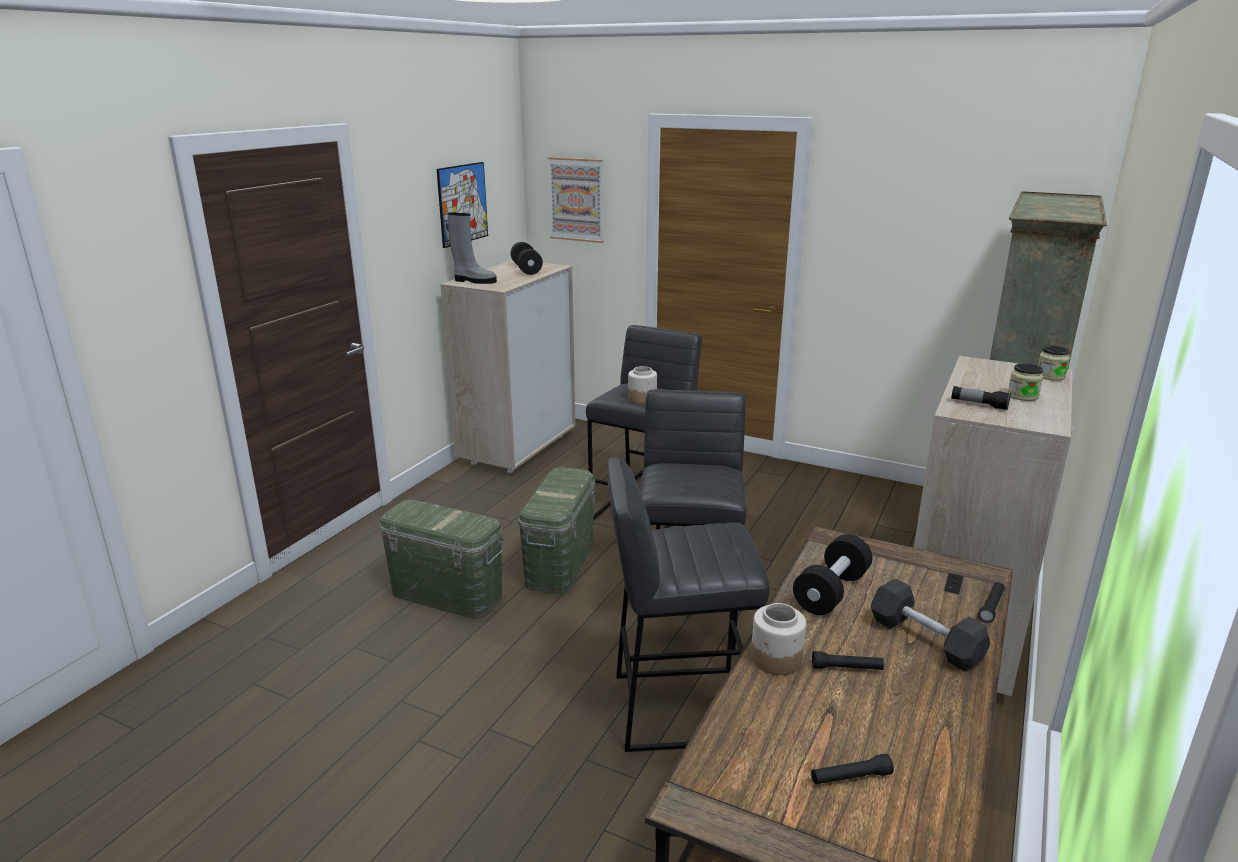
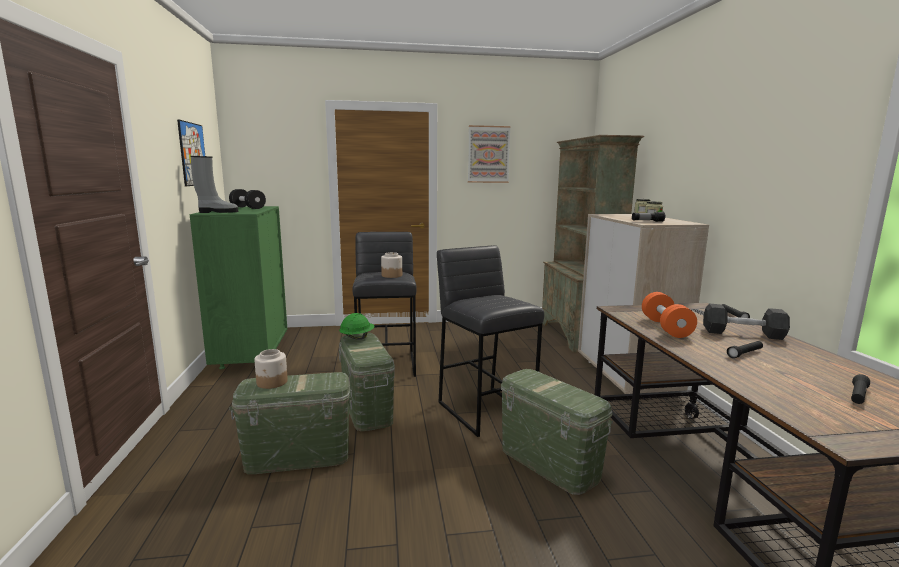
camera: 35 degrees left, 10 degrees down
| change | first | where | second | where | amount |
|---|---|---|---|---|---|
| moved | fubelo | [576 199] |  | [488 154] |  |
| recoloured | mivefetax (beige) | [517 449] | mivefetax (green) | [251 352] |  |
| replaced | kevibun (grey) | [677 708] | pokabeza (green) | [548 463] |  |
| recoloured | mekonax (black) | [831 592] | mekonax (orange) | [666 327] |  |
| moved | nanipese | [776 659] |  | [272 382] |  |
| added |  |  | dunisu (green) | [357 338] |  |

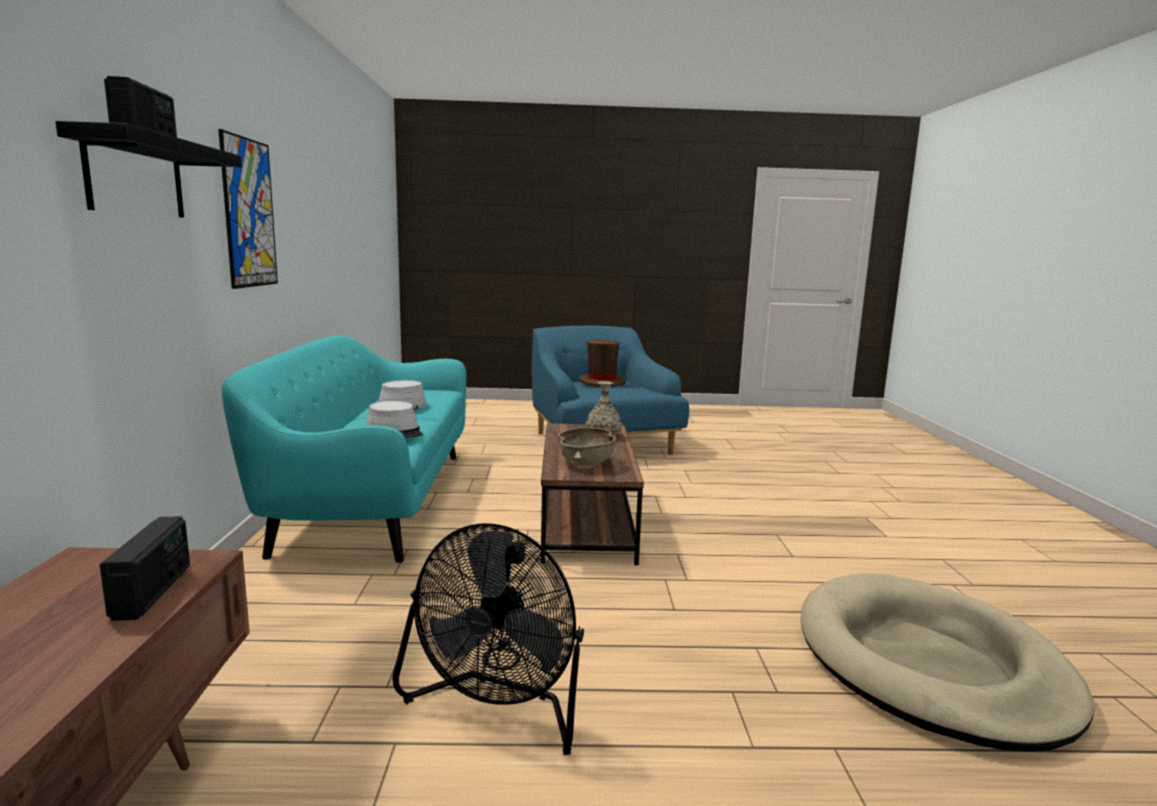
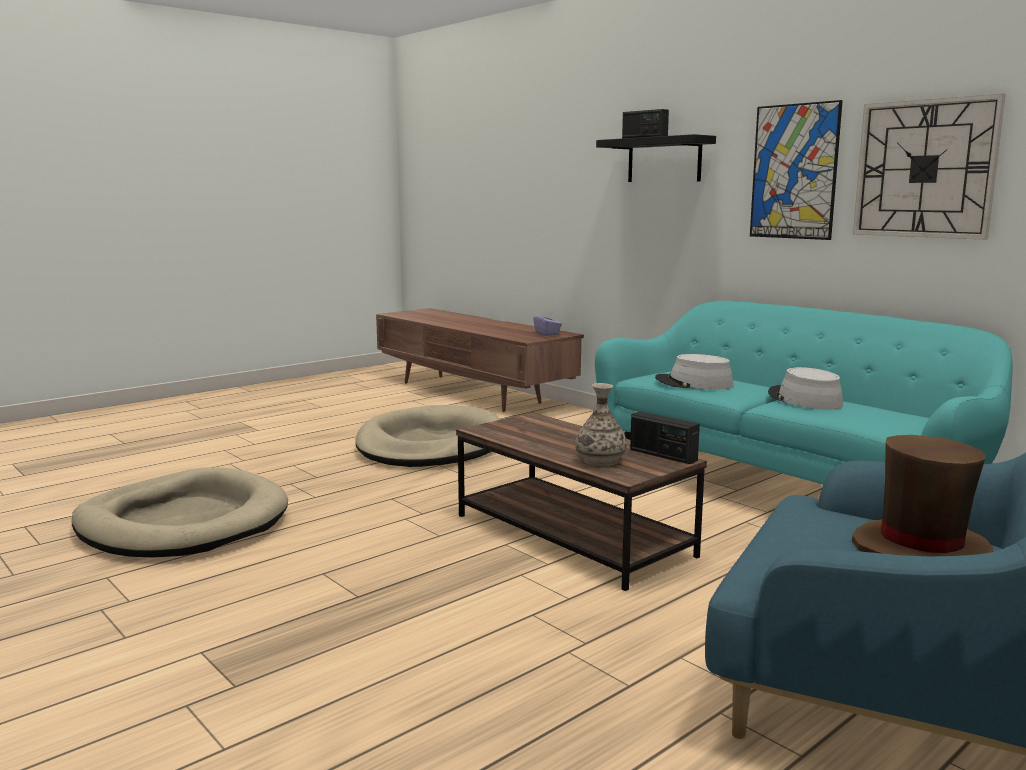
camera: 140 degrees right, 0 degrees up
| change | first | where | second | where | amount |
|---|---|---|---|---|---|
| removed | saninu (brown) | [586 463] |  |  |  |
| moved | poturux | [153 591] |  | [663 455] |  |
| replaced | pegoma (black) | [495 701] | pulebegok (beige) | [431 445] |  |
| added |  |  | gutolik | [925 169] |  |
| added |  |  | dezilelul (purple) | [547 334] |  |

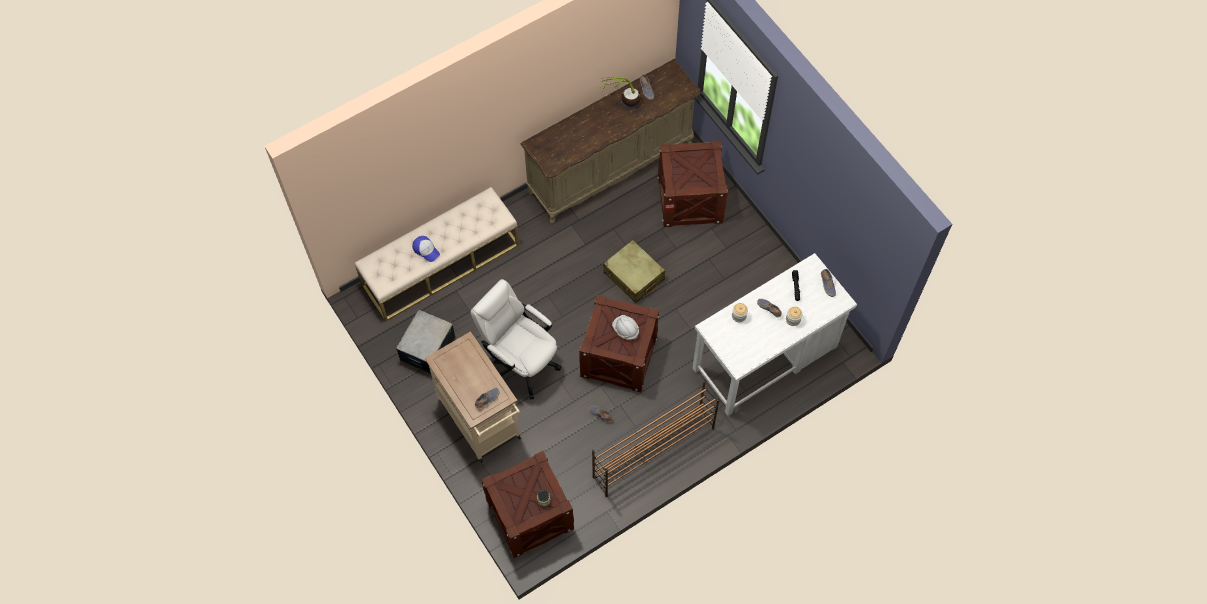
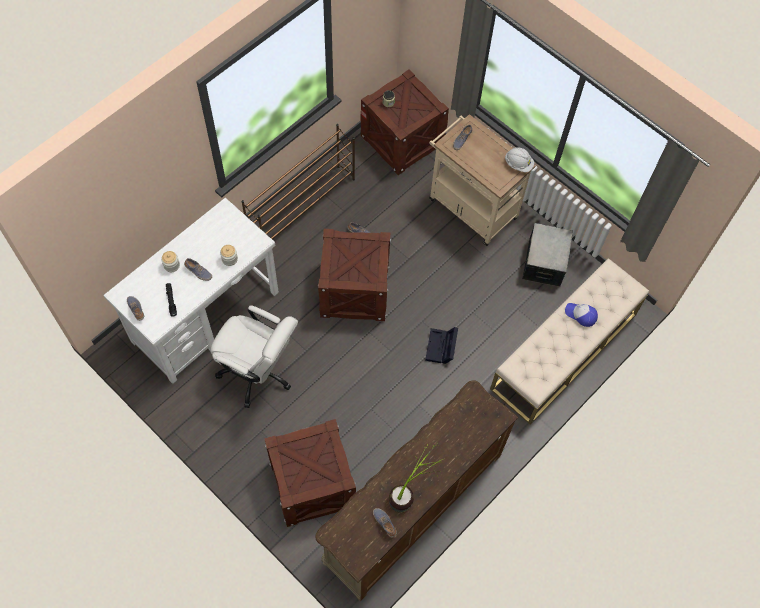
camera: 165 degrees right, 0 degrees up
| change | first | where | second | where | amount |
|---|---|---|---|---|---|
| removed | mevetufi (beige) | [634 276] |  |  |  |
| moved | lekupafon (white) | [520 364] |  | [259 373] |  |
| moved | dunisu (white) | [625 330] |  | [518 164] |  |
| added |  |  | pokabeza (black) | [441 348] |  |

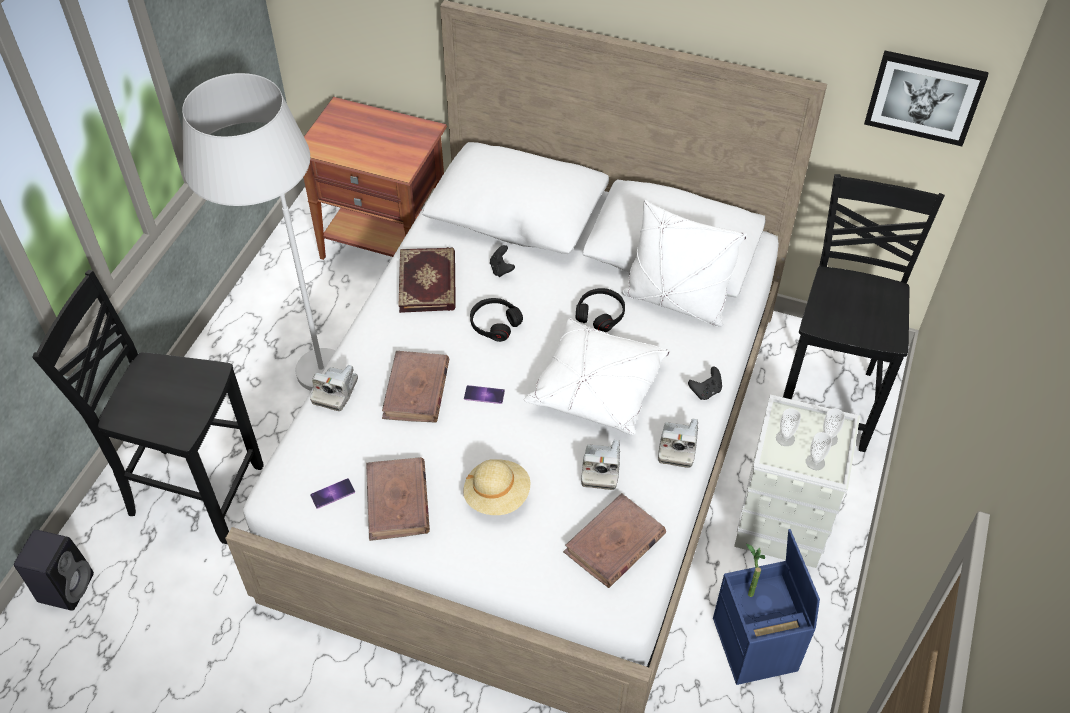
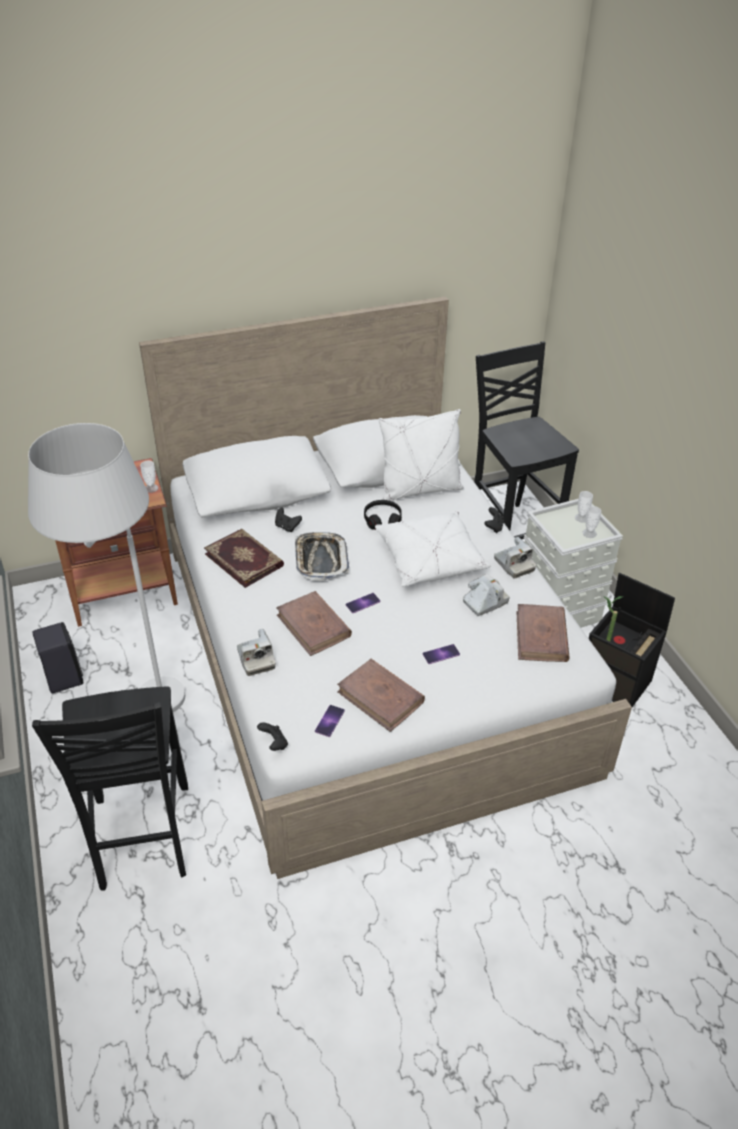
camera: 40 degrees left, 10 degrees down
| change | first | where | second | where | amount |
|---|---|---|---|---|---|
| removed | fubelo | [924 96] |  |  |  |
| turned | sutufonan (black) | [193 491] |  | [141 839] | 75 degrees counterclockwise |
| replaced | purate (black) | [495 324] | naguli | [320 560] |  |
| moved | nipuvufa | [785 438] |  | [151 488] |  |
| turned | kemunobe | [600 469] |  | [485 602] | 90 degrees counterclockwise |
| replaced | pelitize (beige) | [497 496] | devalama | [441 654] |  |
| recoloured | pokabeza (blue) | [756 645] | pokabeza (black) | [616 682] |  |
| moved | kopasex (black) | [66 586] |  | [63 676] |  |
| added |  |  | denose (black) | [274 744] |  |

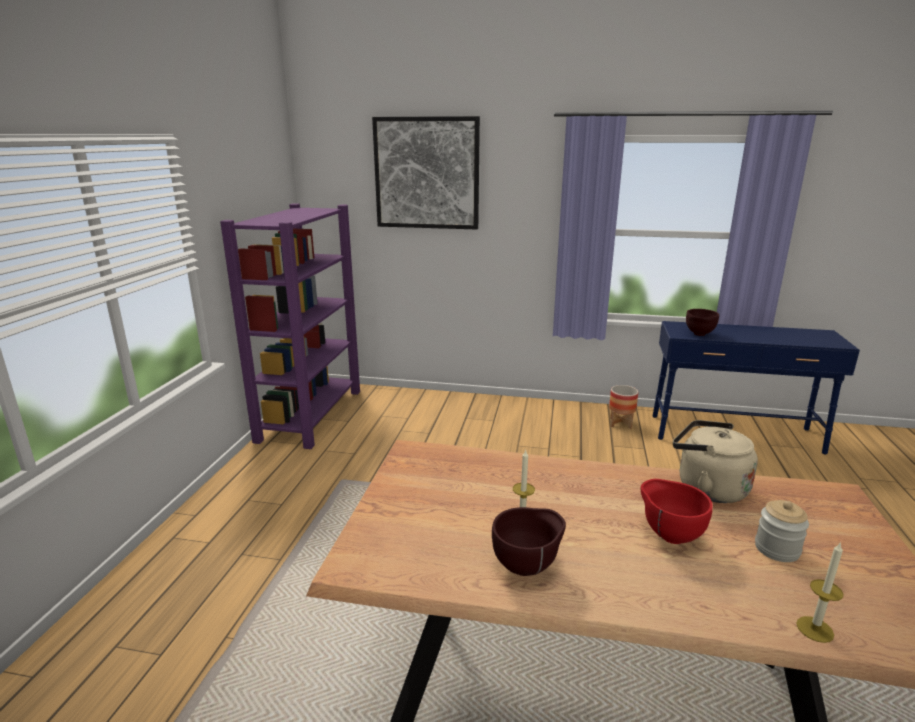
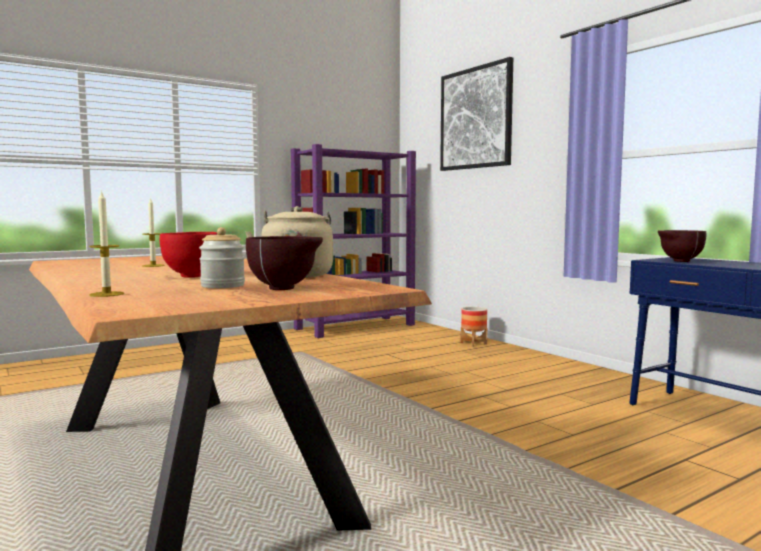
camera: 45 degrees right, 15 degrees down
| change | first | where | second | where | amount |
|---|---|---|---|---|---|
| moved | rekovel | [620 423] |  | [473 343] |  |
| moved | saninu (brown) | [527 567] |  | [285 289] |  |

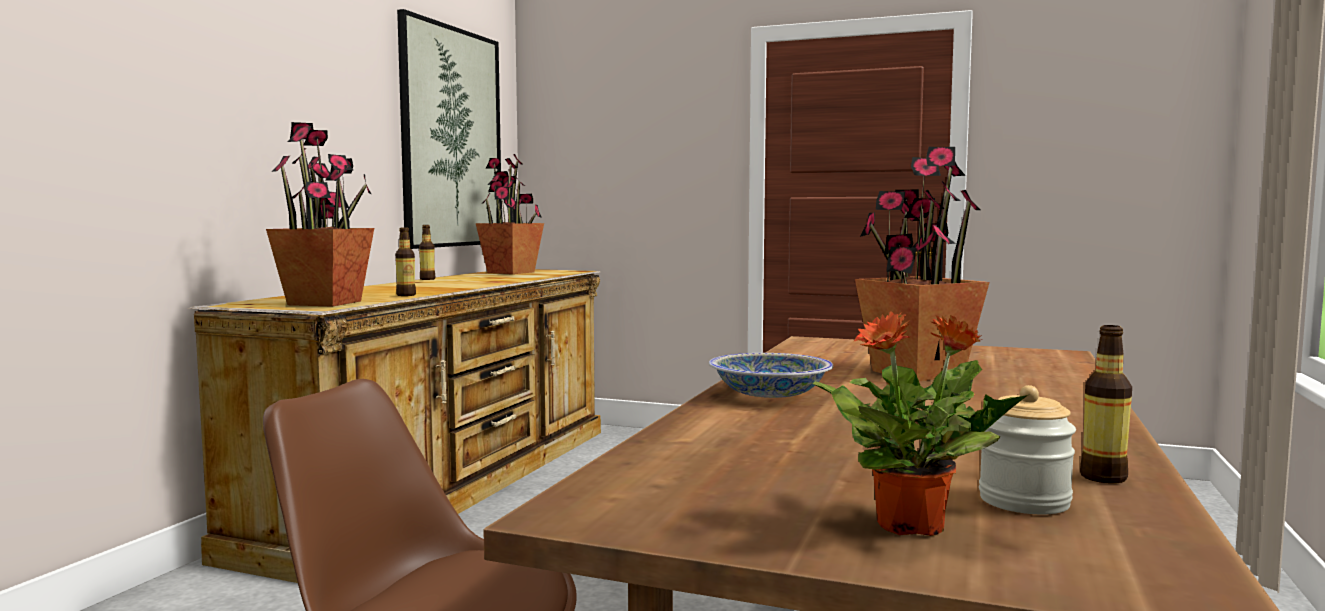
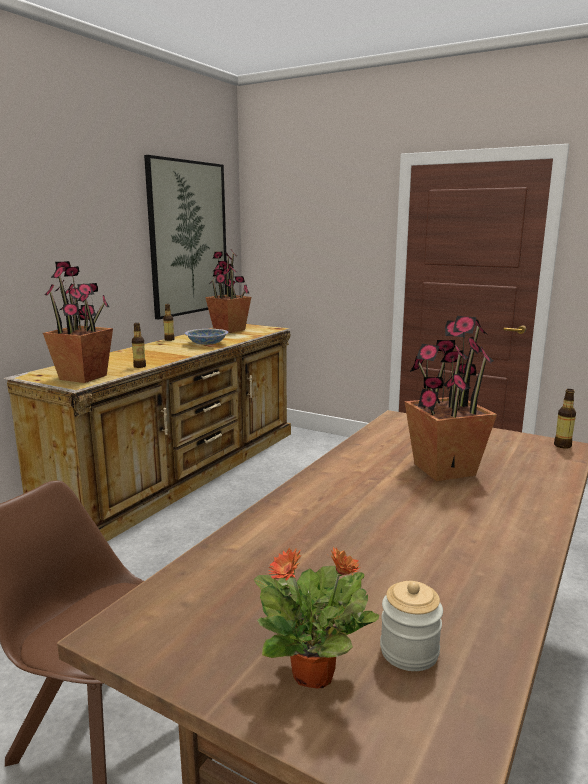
camera: 10 degrees right, 10 degrees up
| change | first | where | second | where | amount |
|---|---|---|---|---|---|
| moved | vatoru | [1103 477] |  | [562 445] |  |
| moved | saninu | [769 395] |  | [207 344] |  |

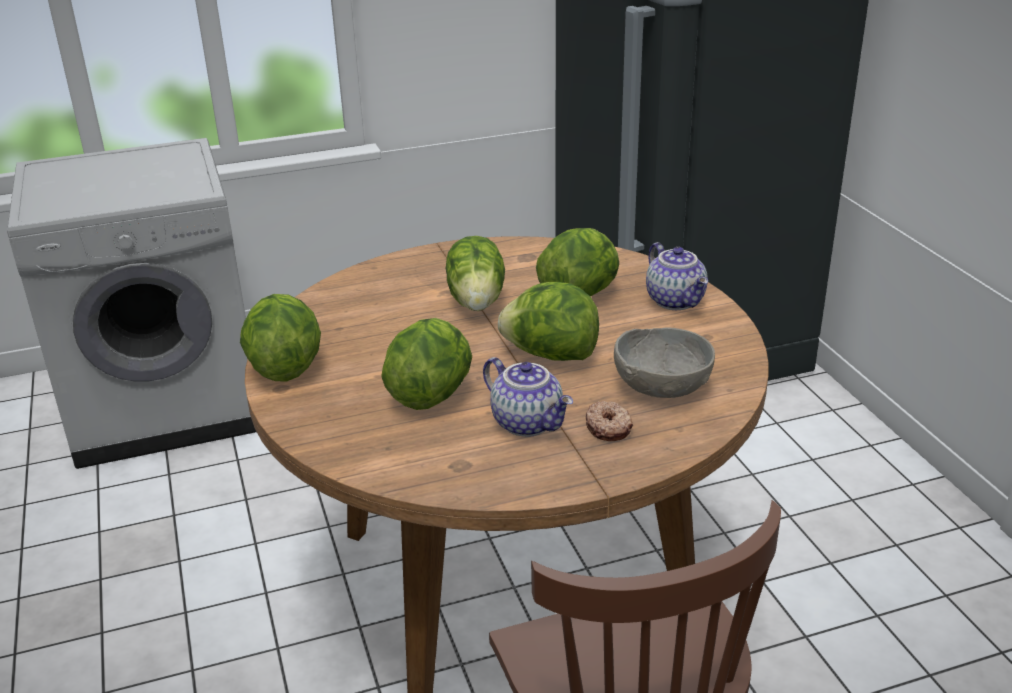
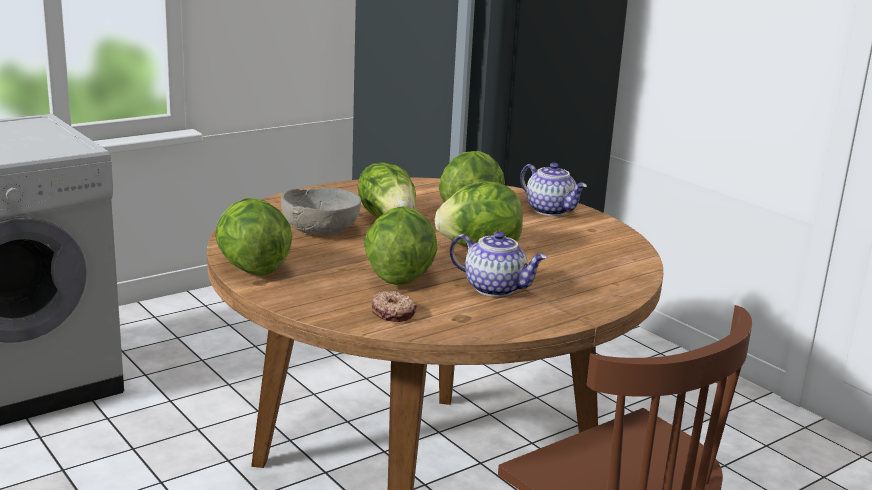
camera: 20 degrees left, 10 degrees down
| change | first | where | second | where | amount |
|---|---|---|---|---|---|
| moved | saninu (grey) | [662 385] |  | [321 230] |  |
| moved | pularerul | [609 427] |  | [393 313] |  |

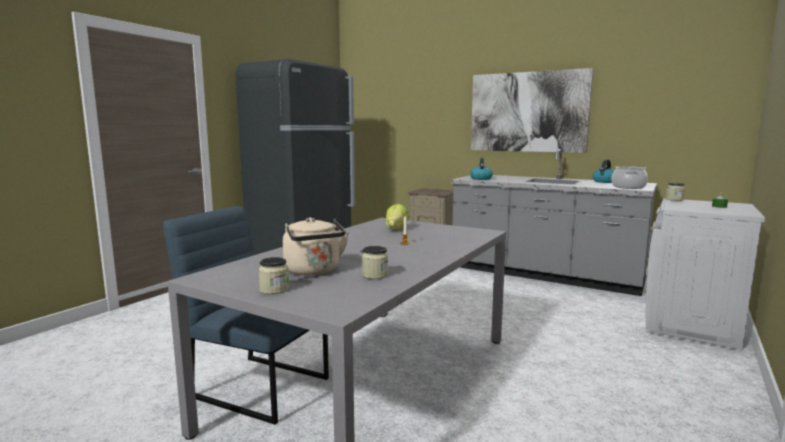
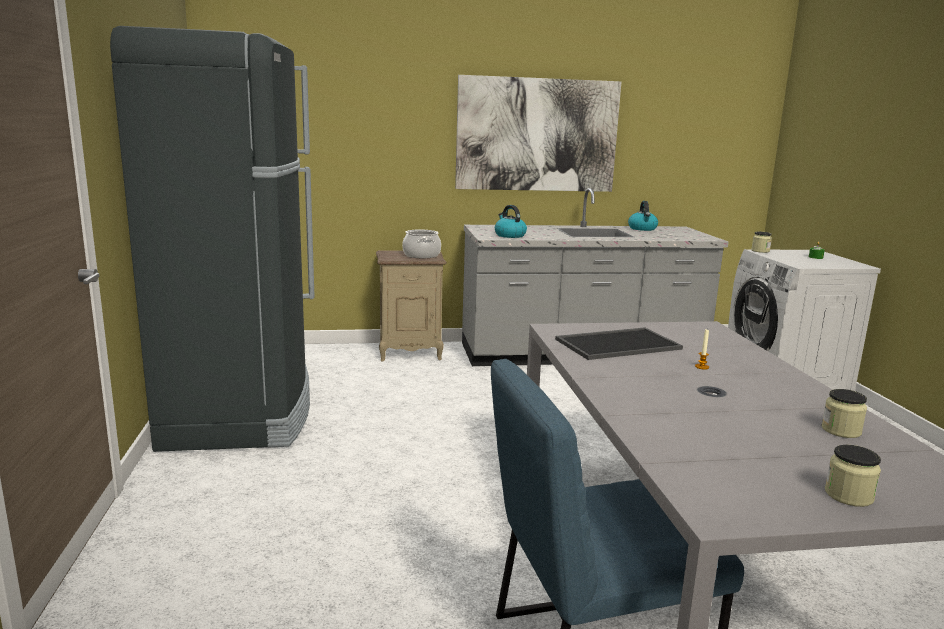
camera: 40 degrees left, 5 degrees up
| change | first | where | second | where | amount |
|---|---|---|---|---|---|
| moved | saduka | [628 187] |  | [422 255] |  |
| replaced | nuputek | [396 229] | naguli | [618 343] |  |
| removed | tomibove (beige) | [314 271] |  |  |  |

